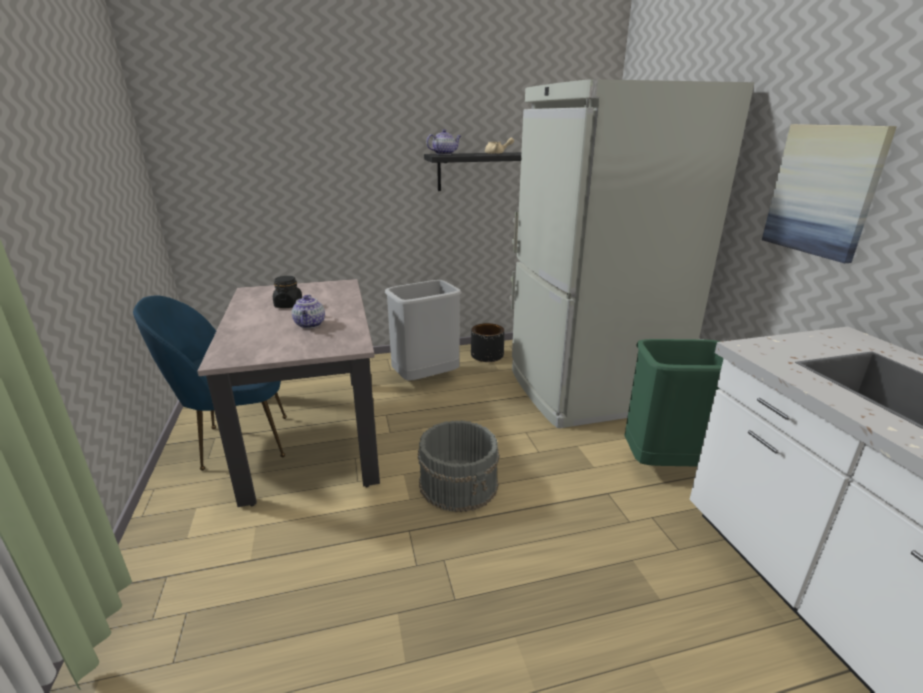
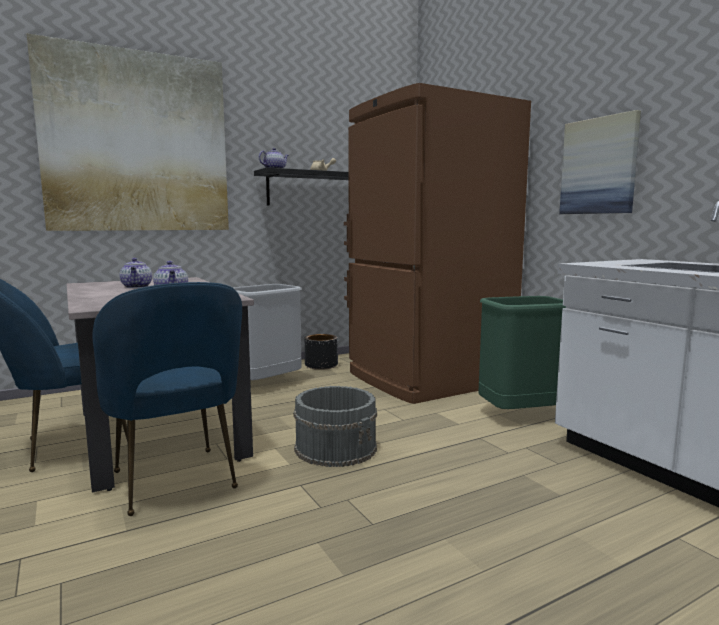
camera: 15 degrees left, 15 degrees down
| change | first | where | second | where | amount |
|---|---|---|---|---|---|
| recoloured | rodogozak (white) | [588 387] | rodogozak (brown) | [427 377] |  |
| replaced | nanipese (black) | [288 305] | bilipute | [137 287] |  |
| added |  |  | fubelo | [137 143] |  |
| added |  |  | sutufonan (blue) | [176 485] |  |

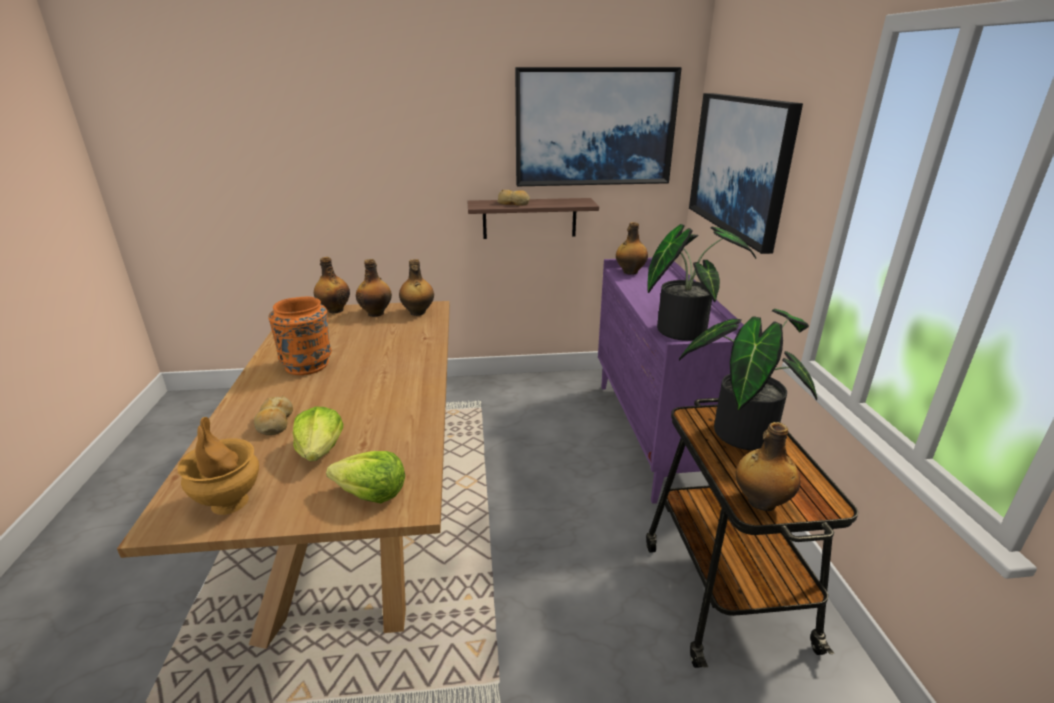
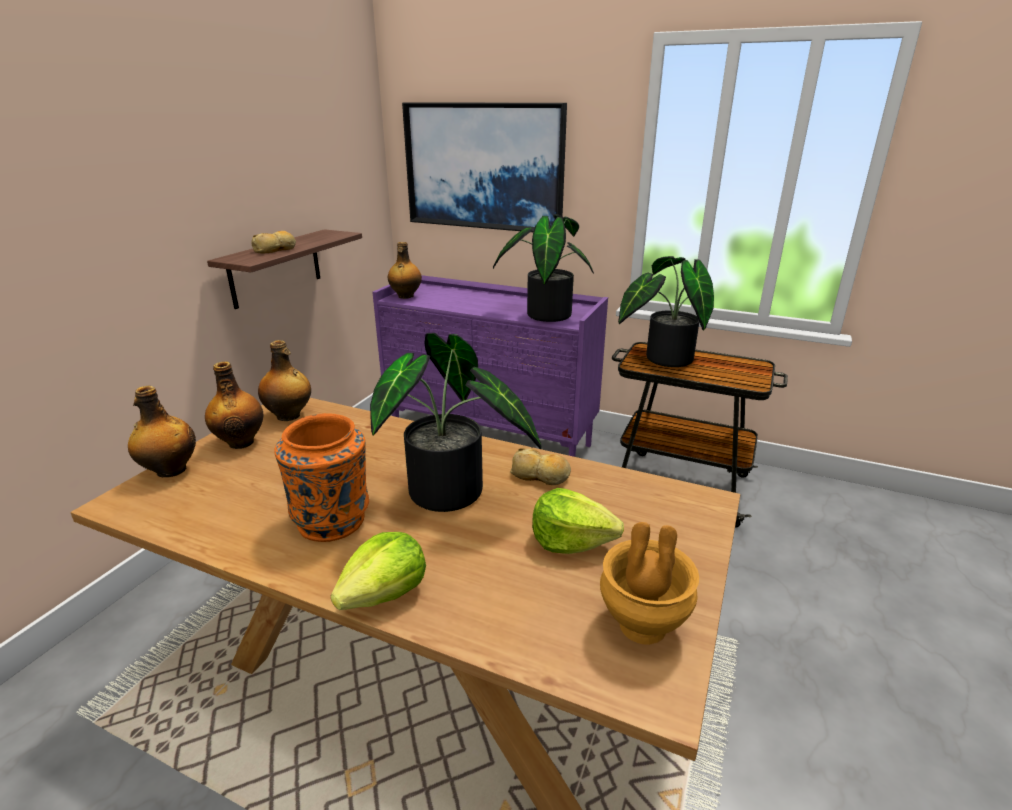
camera: 60 degrees left, 0 degrees up
| change | first | where | second | where | amount |
|---|---|---|---|---|---|
| removed | fubelo | [594 127] |  |  |  |
| moved | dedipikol | [275 423] |  | [540 475] |  |
| removed | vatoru | [760 502] |  |  |  |
| moved | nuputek | [371 493] |  | [385 593] |  |
| added |  |  | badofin | [451 496] |  |

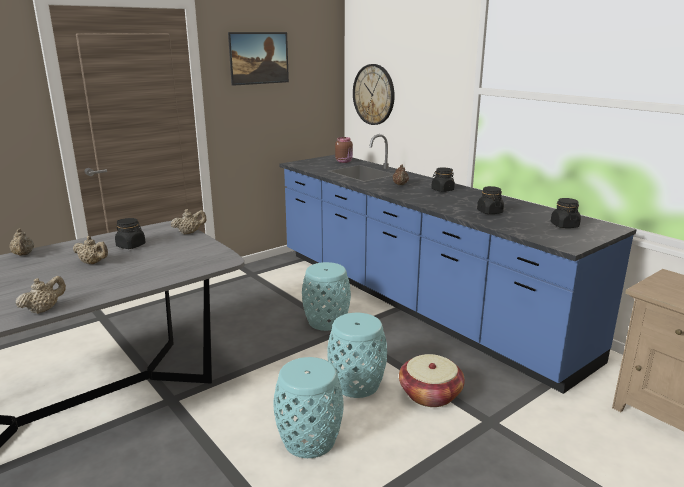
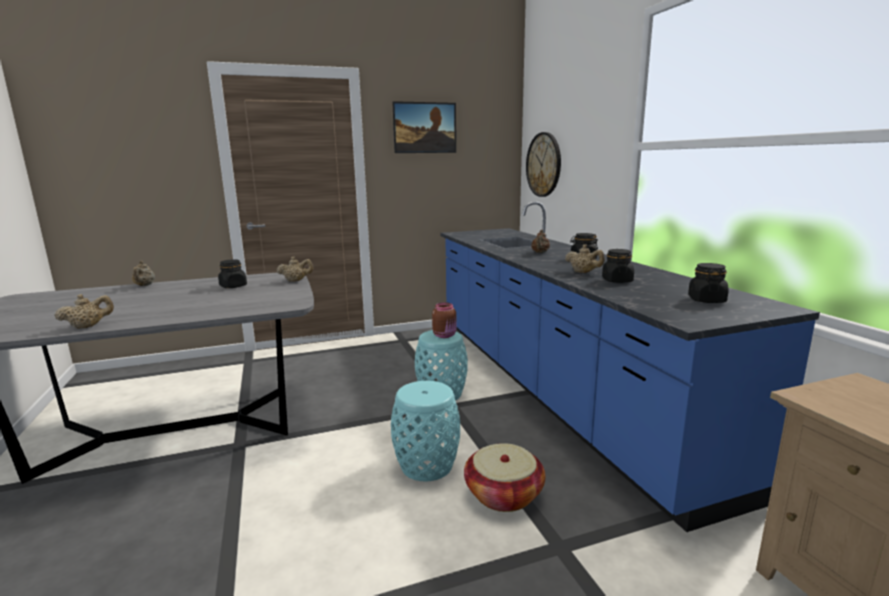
camera: 20 degrees right, 5 degrees down
| change | first | where | second | where | amount |
|---|---|---|---|---|---|
| moved | nanipese (brown) | [344 161] |  | [445 335] |  |
| moved | bilipute (beige) | [93 263] |  | [583 272] |  |
| removed | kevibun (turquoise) | [309 440] |  |  |  |

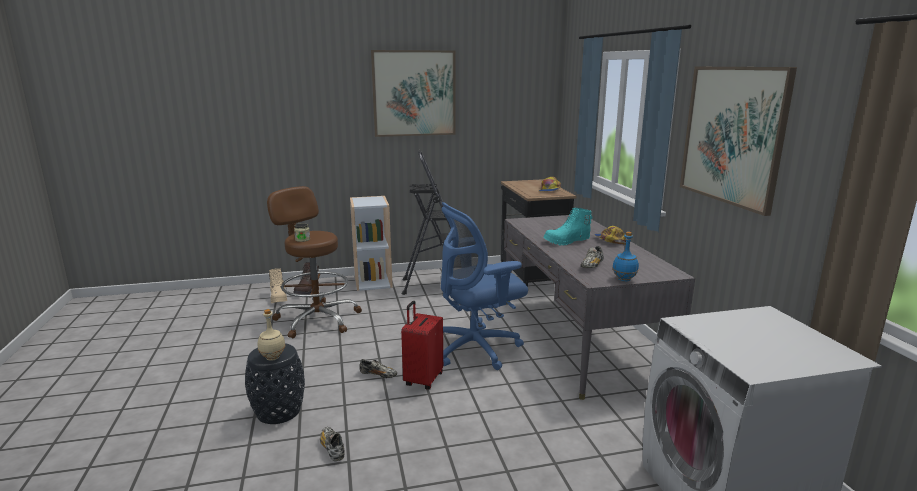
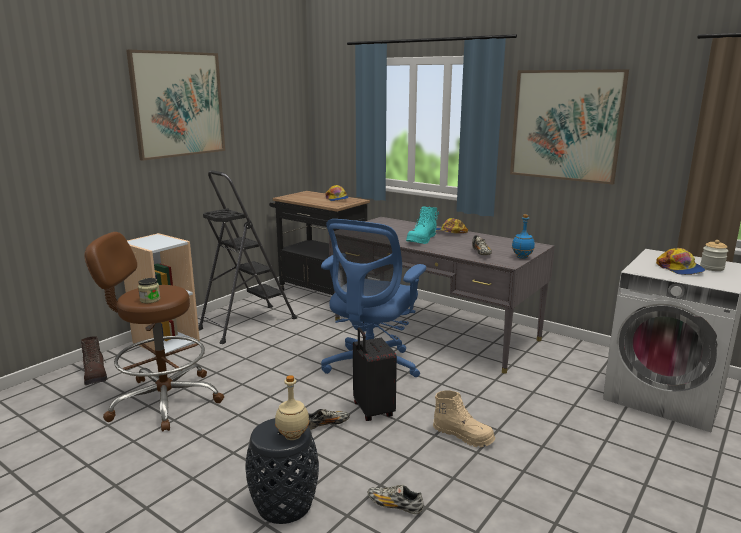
camera: 40 degrees left, 0 degrees up
| change | first | where | second | where | amount |
|---|---|---|---|---|---|
| moved | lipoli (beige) | [278 298] |  | [463 435] |  |
| recoloured | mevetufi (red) | [422 380] | mevetufi (black) | [372 410] |  |
| added |  |  | nanipese | [712 268] |  |
| added |  |  | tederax | [680 269] |  |

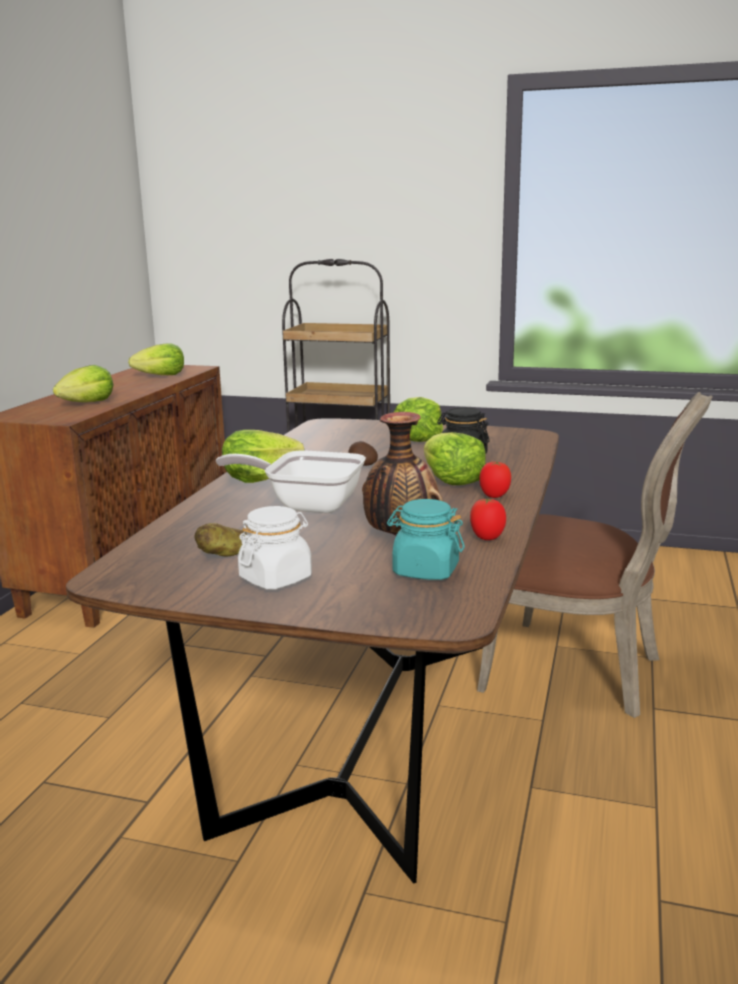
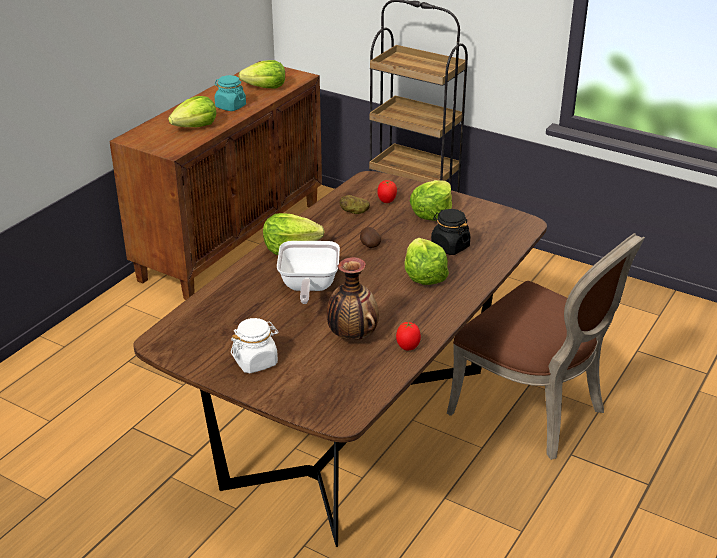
camera: 15 degrees right, 15 degrees up
| change | first | where | second | where | amount |
|---|---|---|---|---|---|
| turned | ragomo | [306 504] |  | [308 287] | 120 degrees counterclockwise |
| moved | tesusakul | [494 496] |  | [386 201] |  |
| moved | nanipese (turquoise) | [425 571] |  | [230 106] |  |
| moved | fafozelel | [224 554] |  | [354 212] |  |

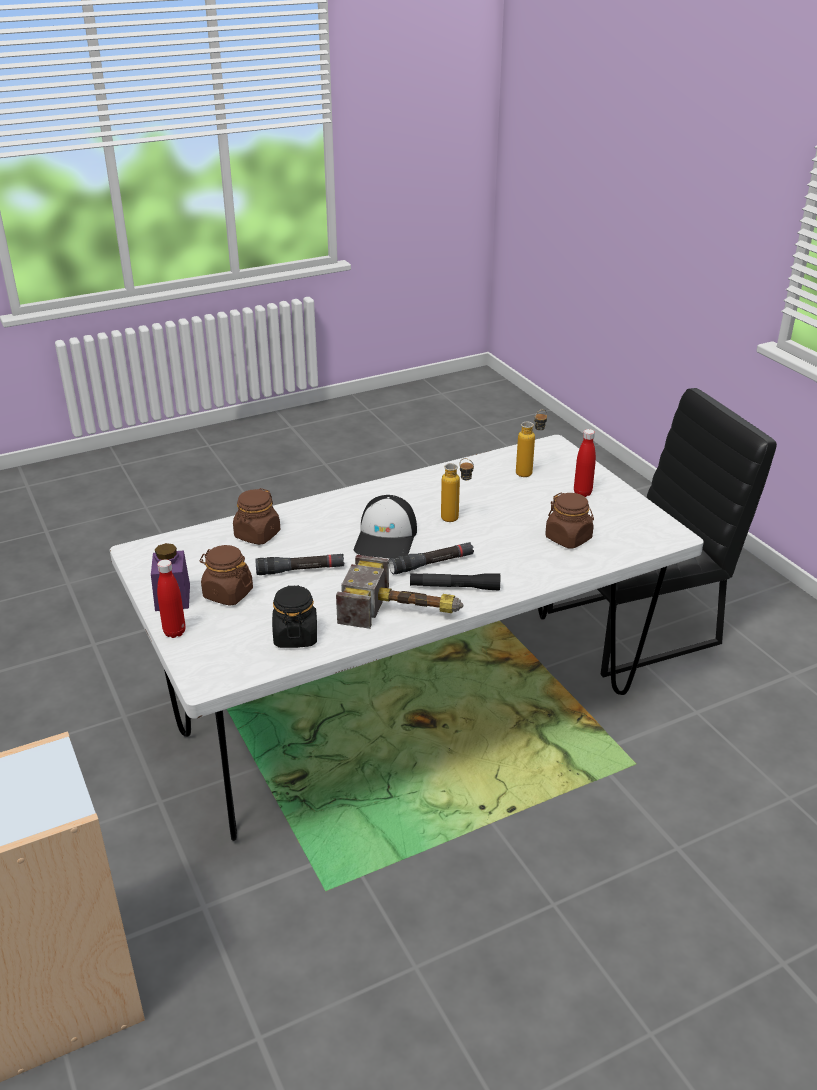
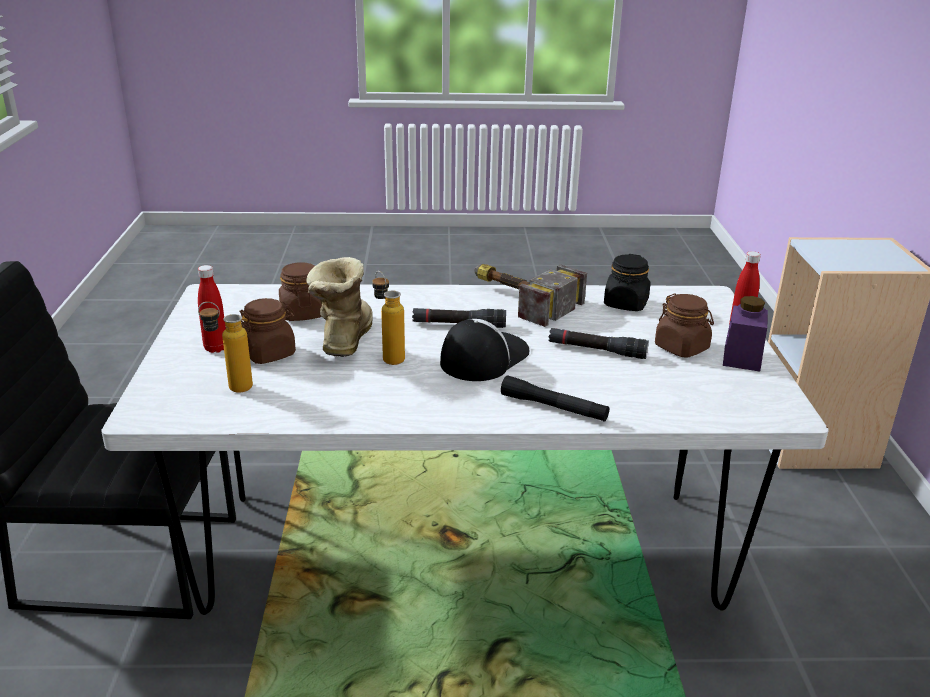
camera: 155 degrees left, 5 degrees down
| change | first | where | second | where | amount |
|---|---|---|---|---|---|
| moved | nanipese (brown) | [257 535] |  | [268 353] |  |
| moved | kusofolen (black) | [454 587] |  | [553 407] |  |
| added |  |  | lipoli | [343 339] |  |

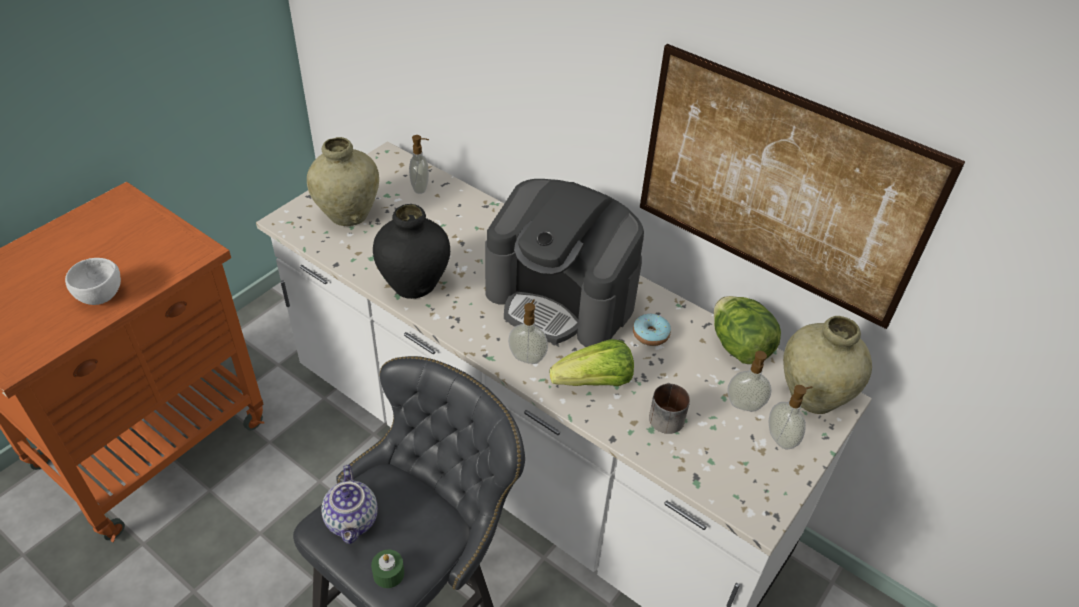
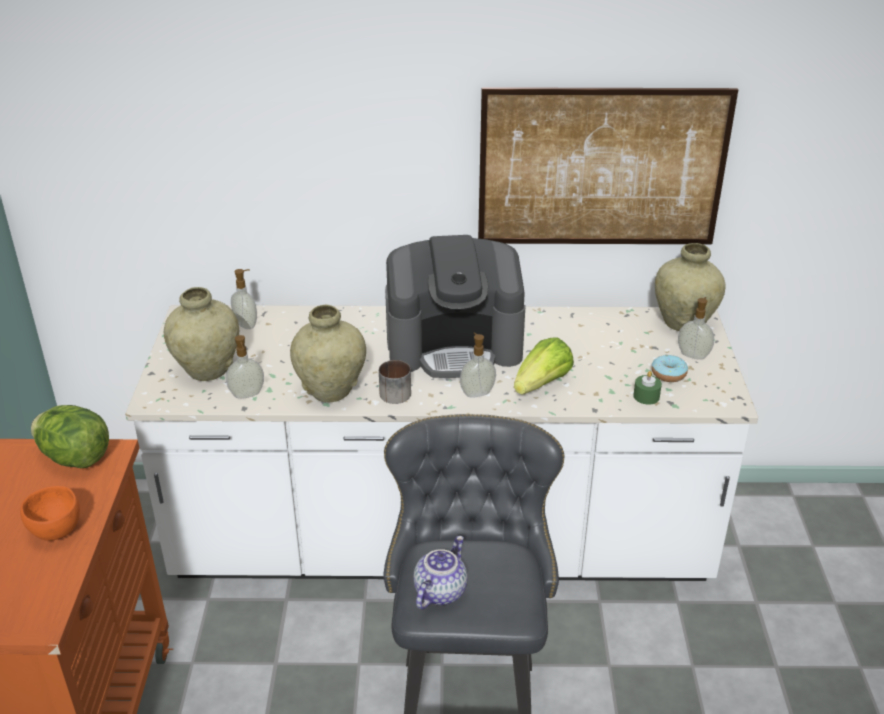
camera: 35 degrees left, 10 degrees down
| change | first | where | second | where | amount |
|---|---|---|---|---|---|
| recoloured | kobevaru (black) | [414 285] | kobevaru (beige) | [331 390] |  |
| recoloured | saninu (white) | [102 295] | saninu (orange) | [57 529] |  |
| moved | nuputek | [739 347] |  | [75 458] |  |
| moved | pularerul | [650 335] |  | [668 374] |  |
| moved | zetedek | [744 406] |  | [247 395] |  |
| moved | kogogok | [664 415] |  | [391 392] |  |
| turned | bilipute | [353 520] |  | [439 591] | 105 degrees counterclockwise |
| moved | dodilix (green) | [388 573] |  | [646 396] |  |

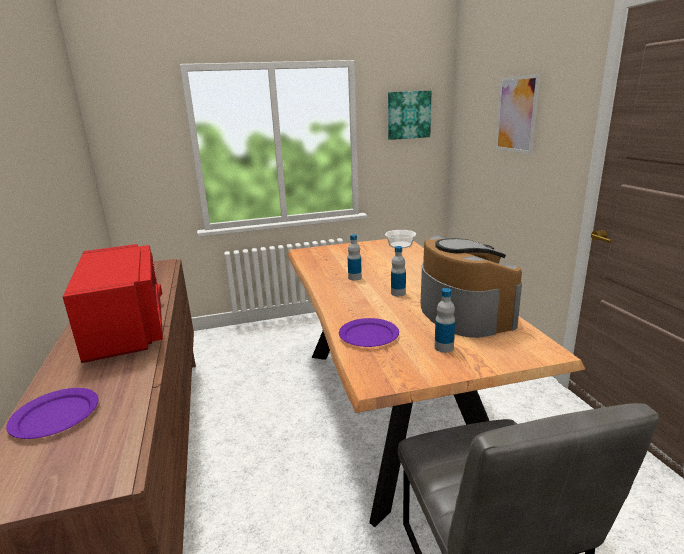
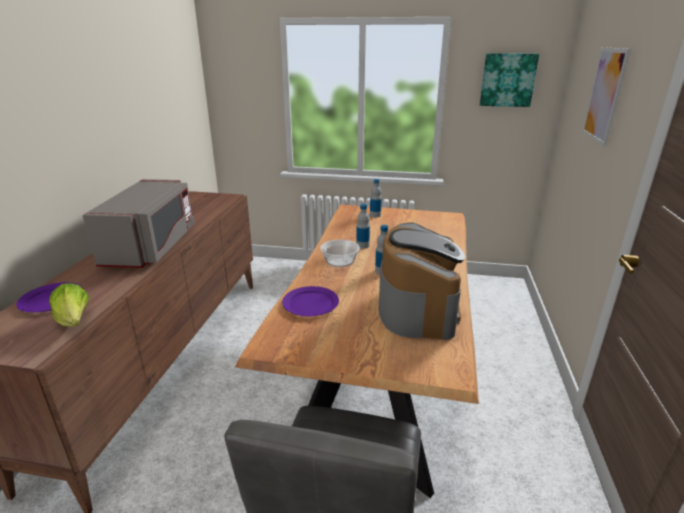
camera: 25 degrees right, 5 degrees up
| change | first | where | second | where | amount |
|---|---|---|---|---|---|
| moved | saninu | [400 245] |  | [340 261] |  |
| recoloured | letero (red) | [127 328] | letero (grey) | [151 247] |  |
| moved | vatoru | [444 347] |  | [375 215] |  |
| added |  |  | nuputek | [74 321] |  |

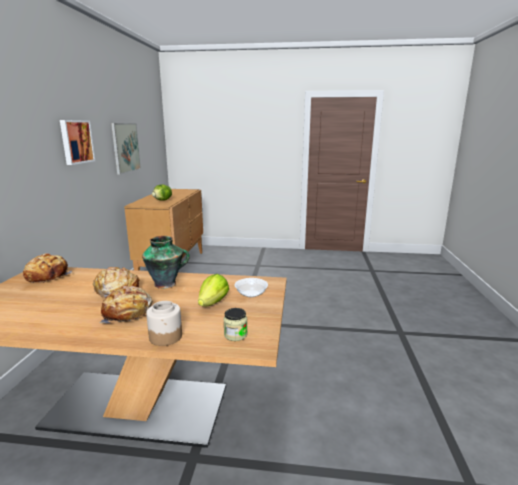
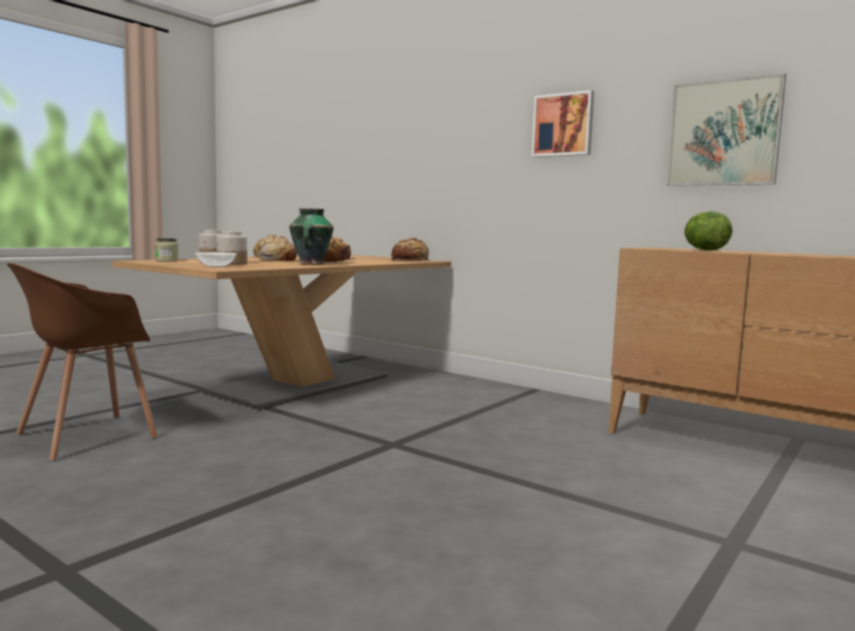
camera: 120 degrees right, 10 degrees down
| change | first | where | second | where | amount |
|---|---|---|---|---|---|
| replaced | nuputek | [213 303] | nanipese | [231 263] |  |
| added |  |  | sutufonan (brown) | [85 437] |  |

